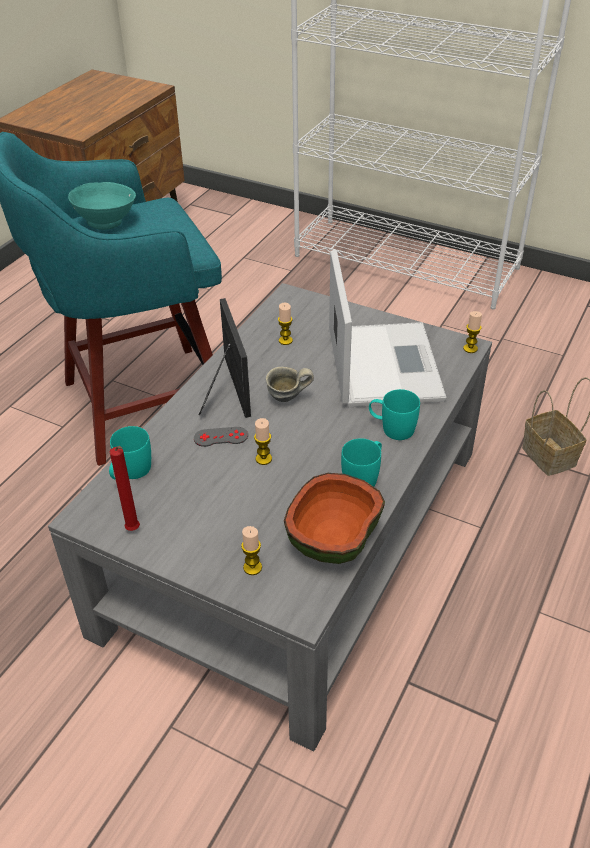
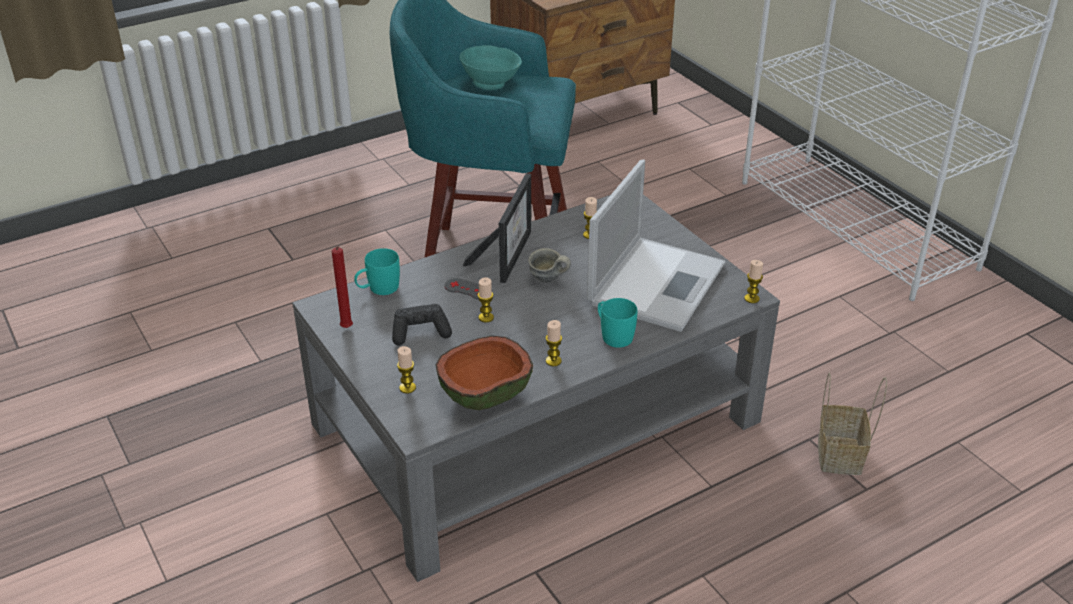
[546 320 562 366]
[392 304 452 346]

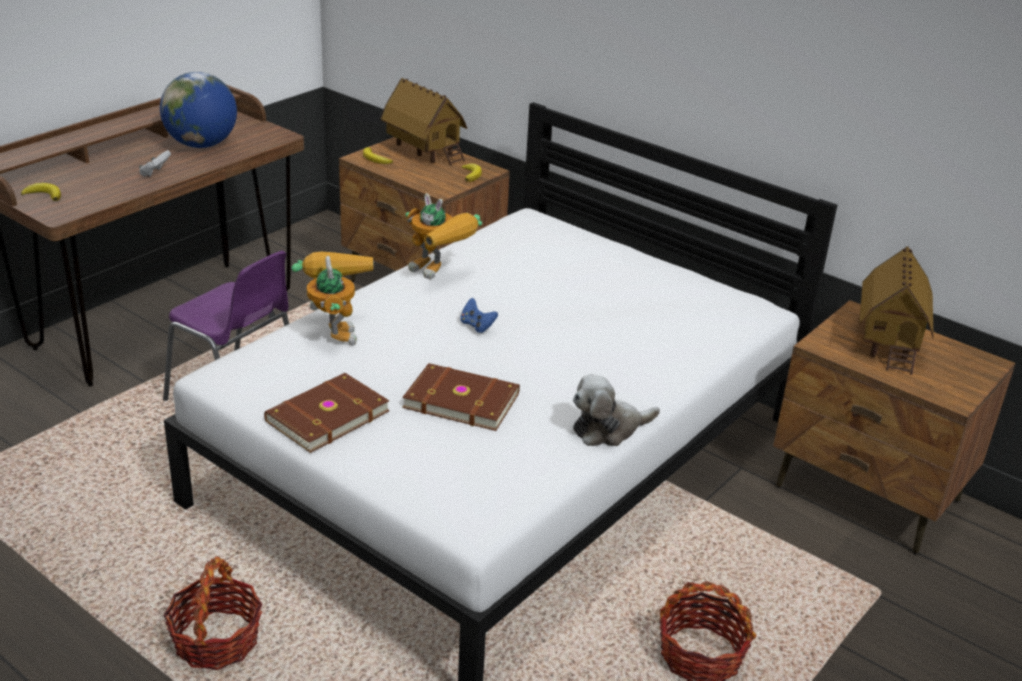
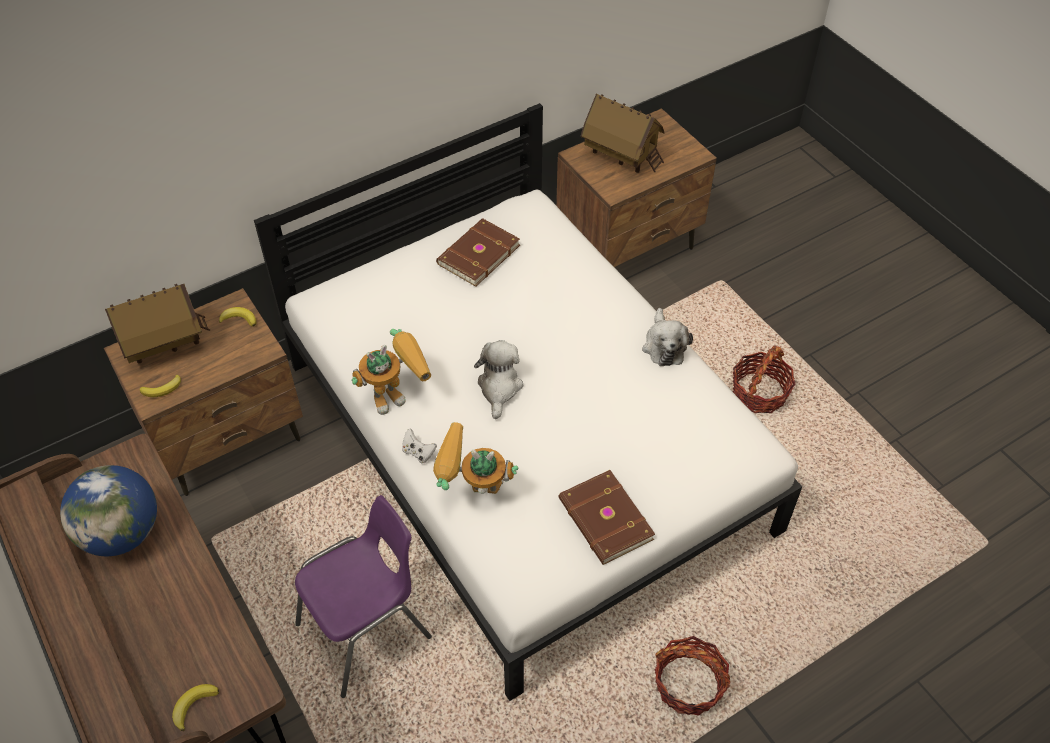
[402 428 437 463]
[436 218 520 287]
[474 340 523 419]

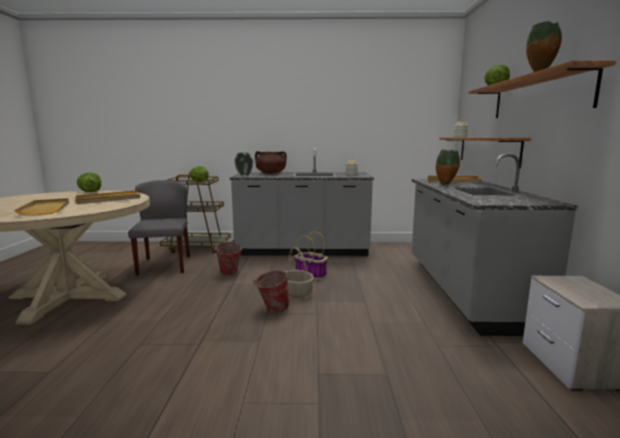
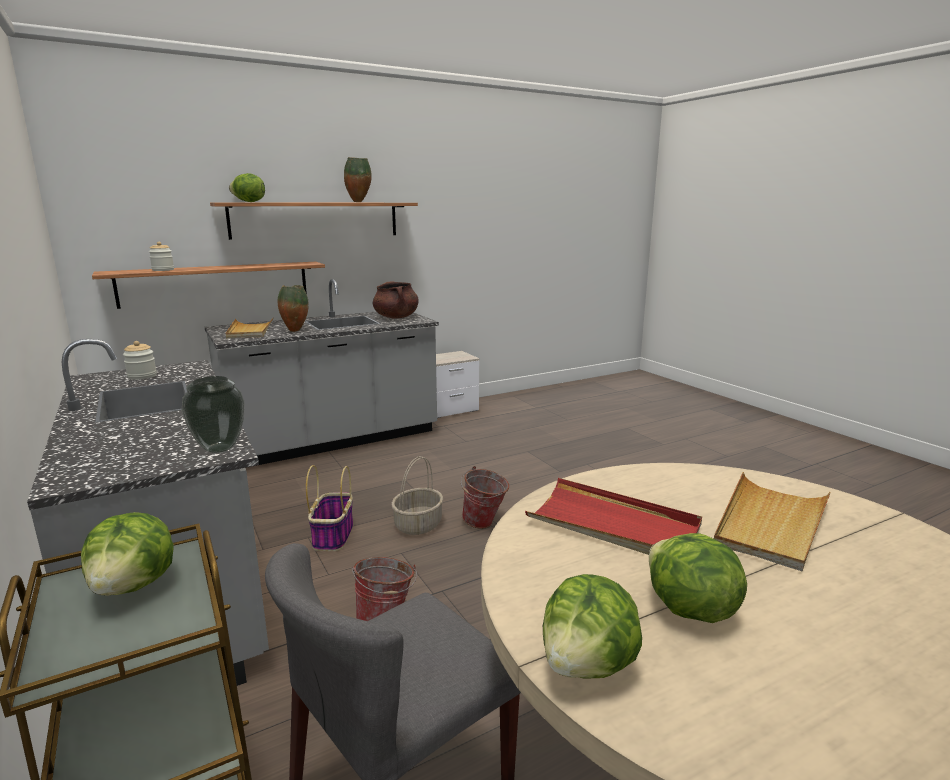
[525 478 702 555]
[373 281 419 319]
[649 533 747 623]

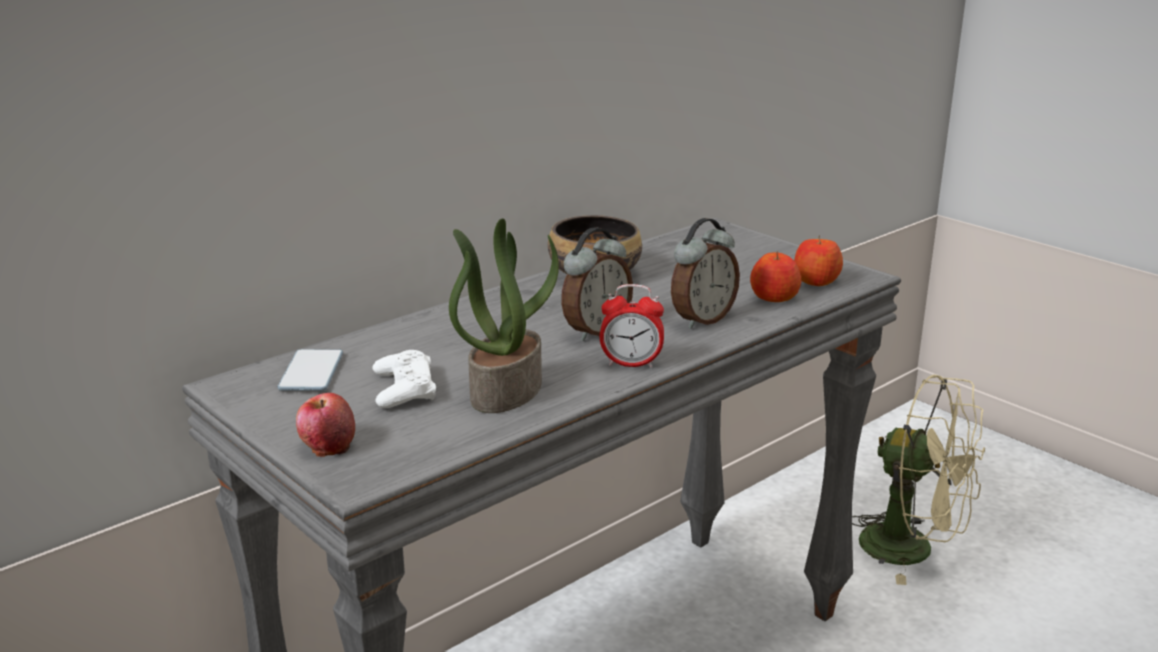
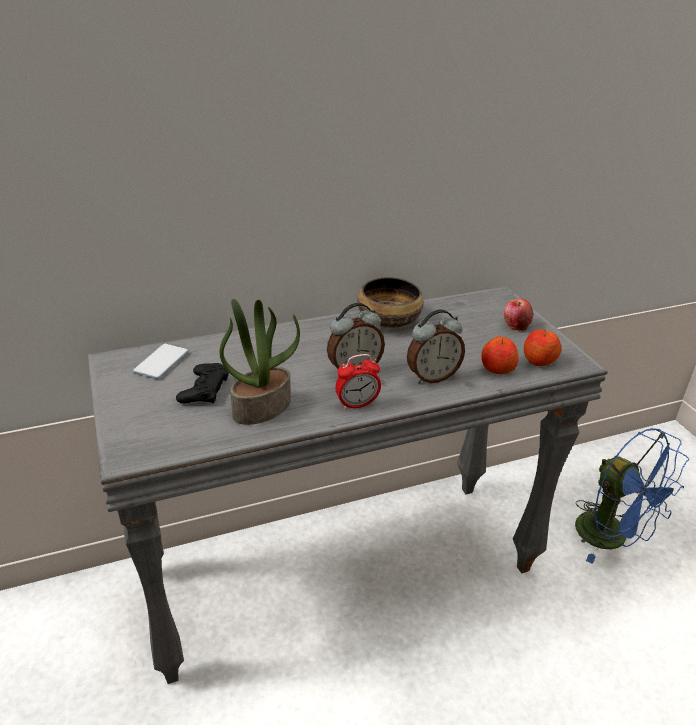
[504 299 533 331]
[176 363 229 404]
[335 354 381 410]
[575 428 689 564]

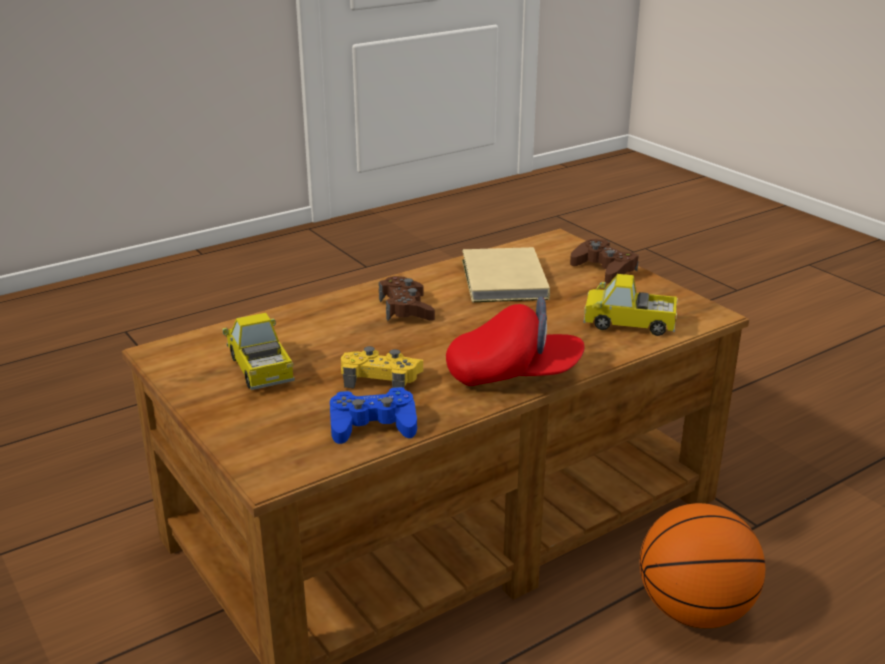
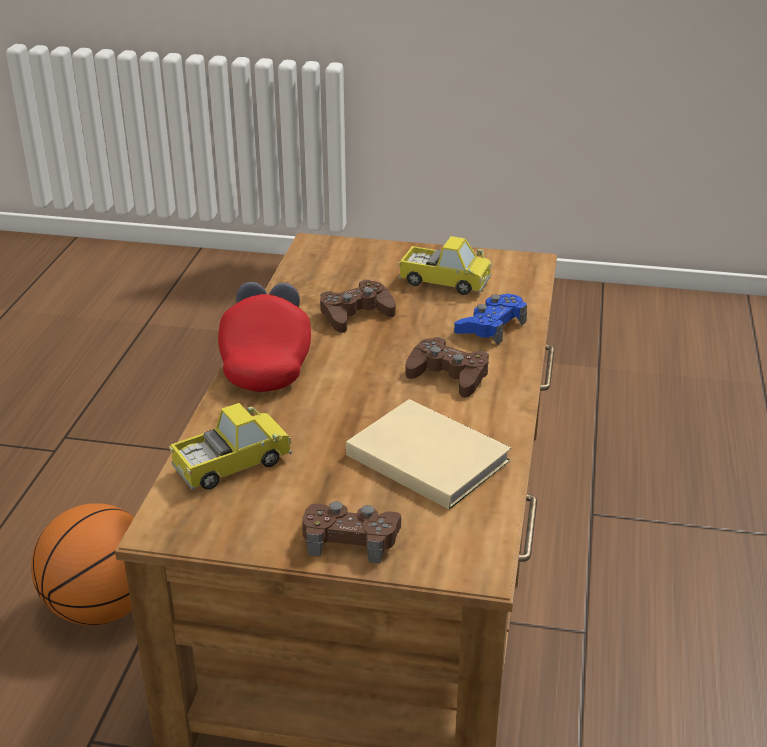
[454 293 527 345]
[320 280 396 333]
[218 282 311 392]

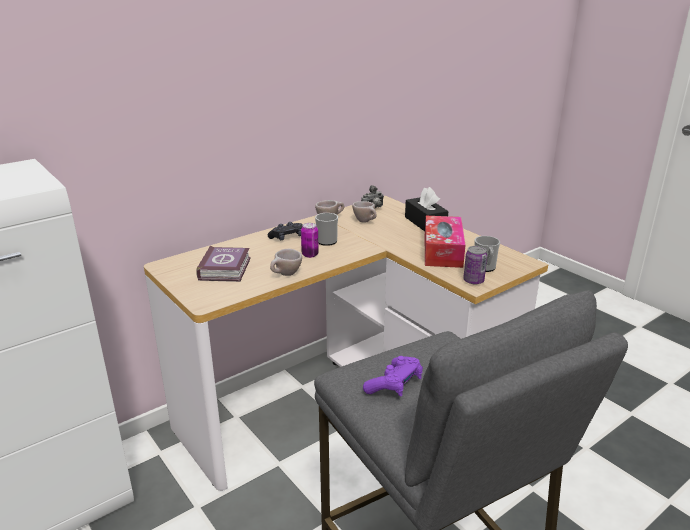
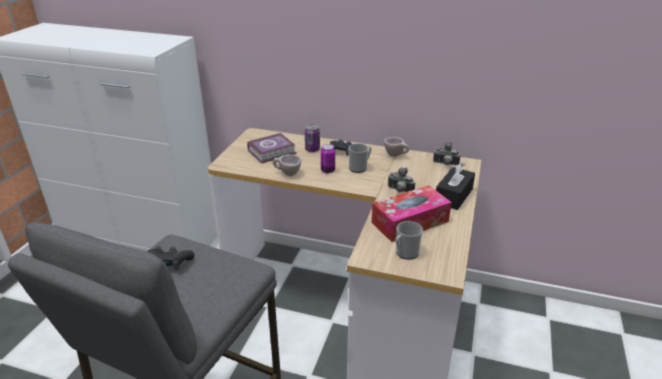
[352 201 377 223] (first image)
[147 246 195 271]
[305 124 320 152]
[388 168 415 192]

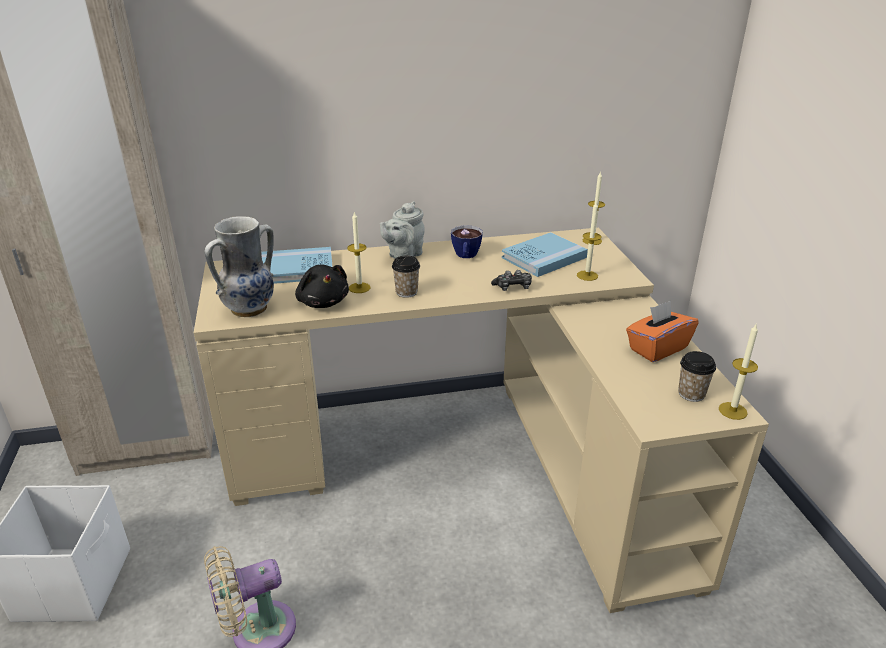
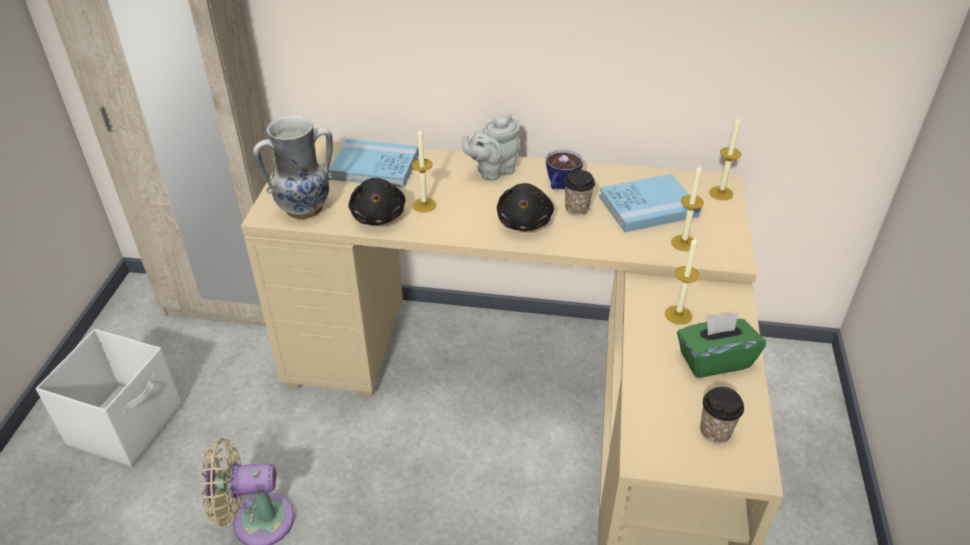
[564 170 595 216]
[491 270 532 291] (first image)
[677 312 766 378]
[665 236 700 325]
[497 183 554 231]

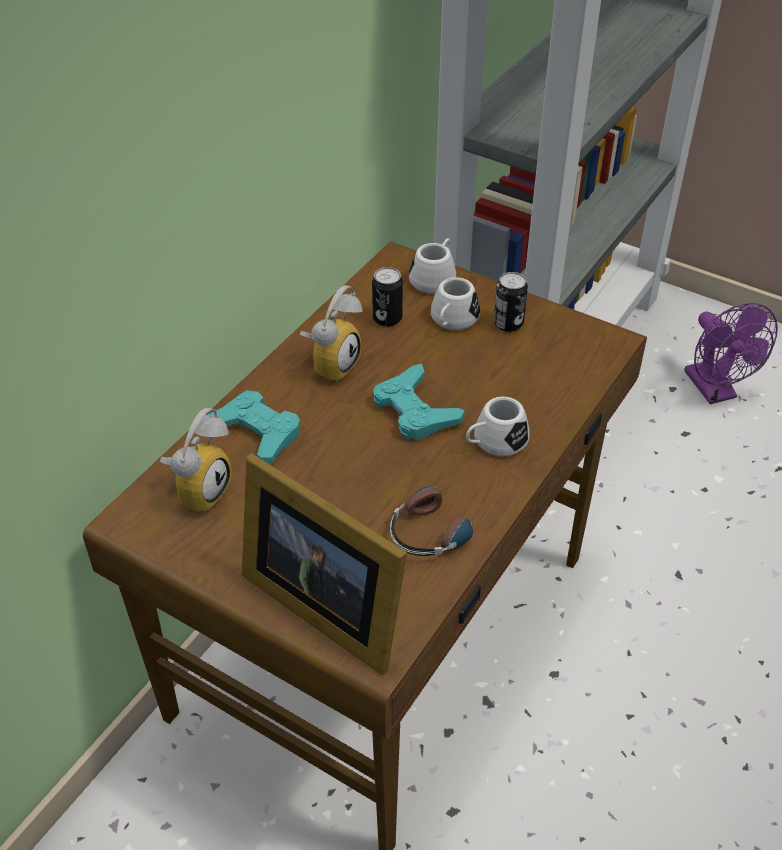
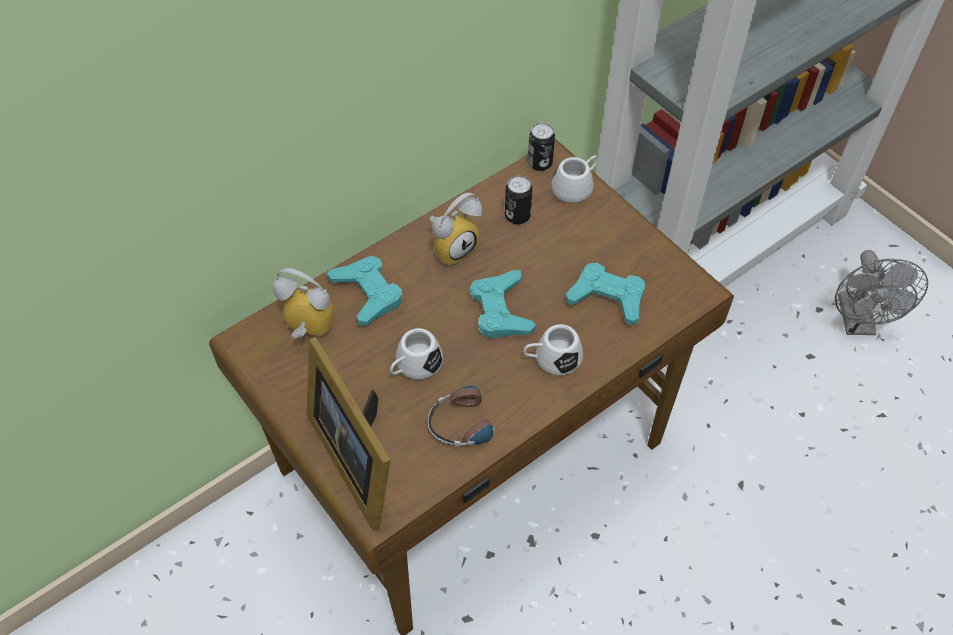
[273 268 334 339]
[390 328 443 379]
[528 123 555 171]
[835 250 928 335]
[565 263 645 326]

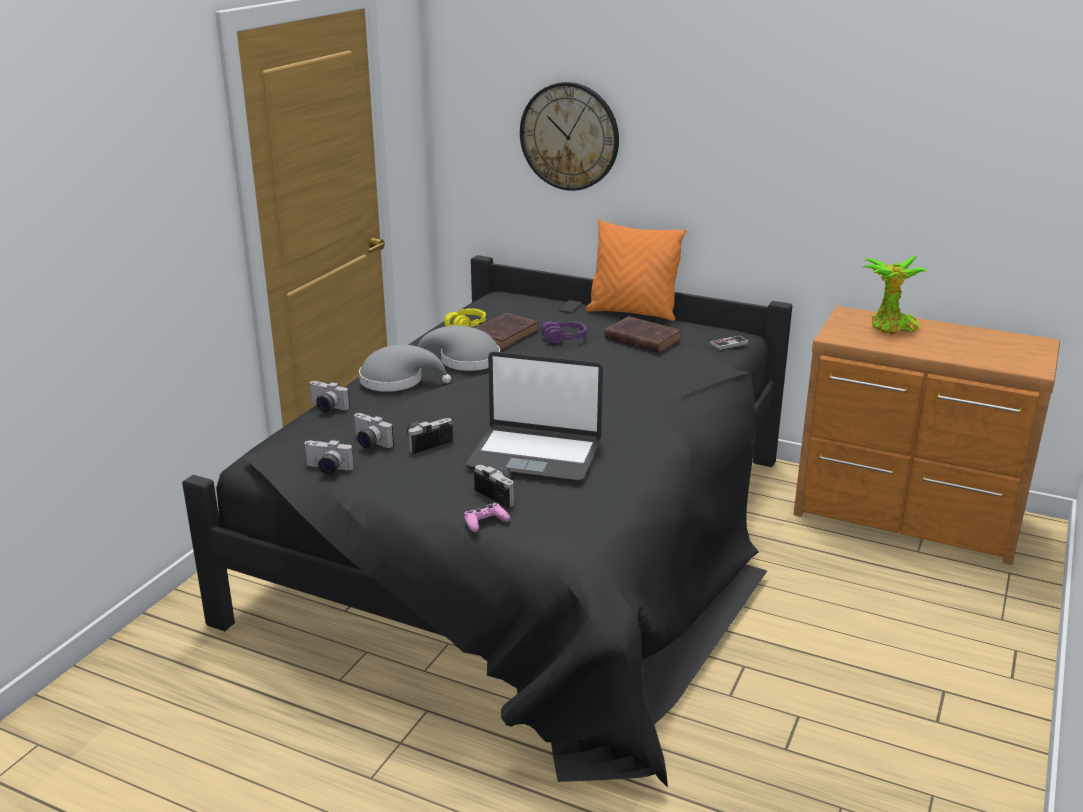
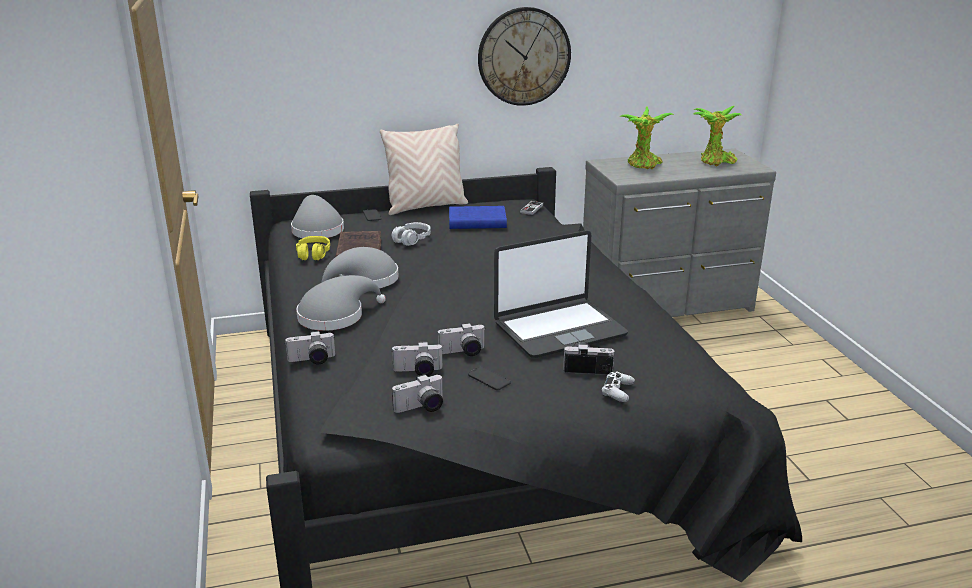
[438 323 485 356]
[601 371 635 402]
[478 7 571 106]
[392 222 431 246]
[380 124 468 215]
[449 206 507 229]
[583 148 776 317]
[291 195 344 238]
[468 366 511 390]
[693 106 742 167]

